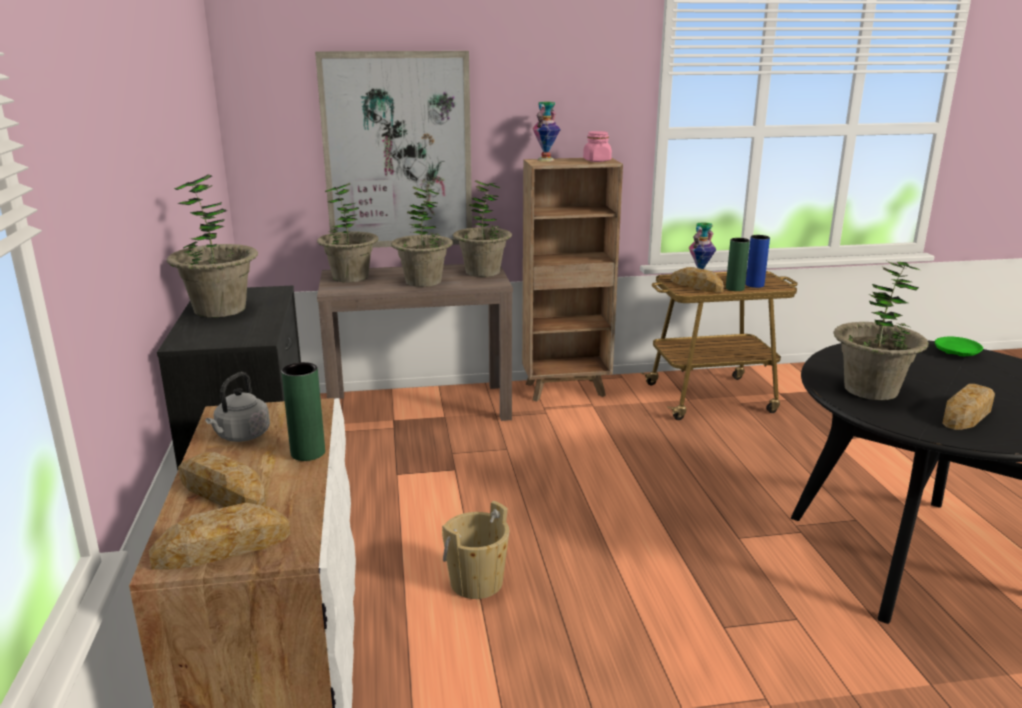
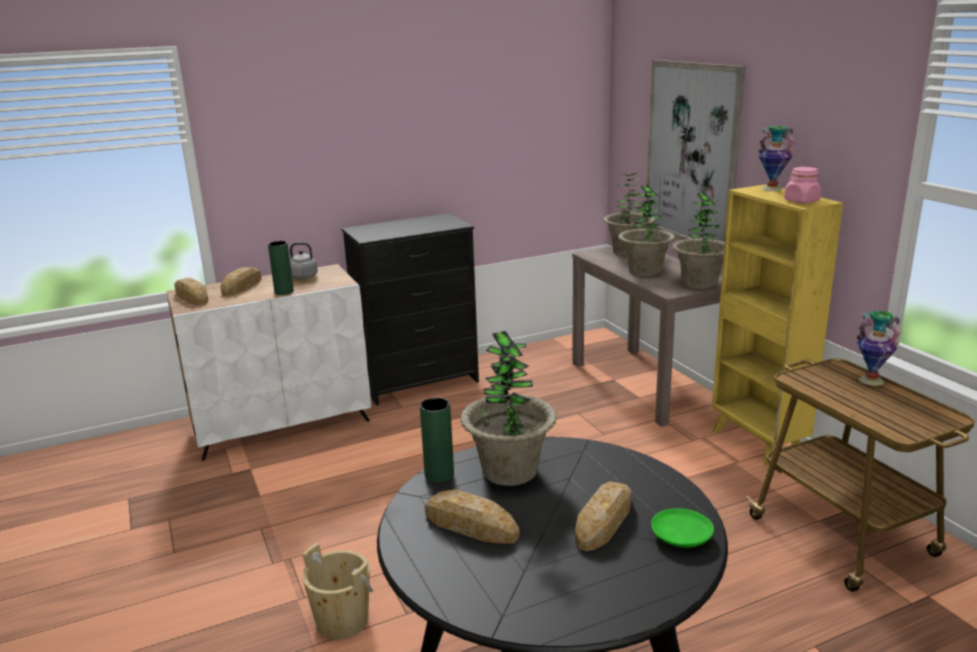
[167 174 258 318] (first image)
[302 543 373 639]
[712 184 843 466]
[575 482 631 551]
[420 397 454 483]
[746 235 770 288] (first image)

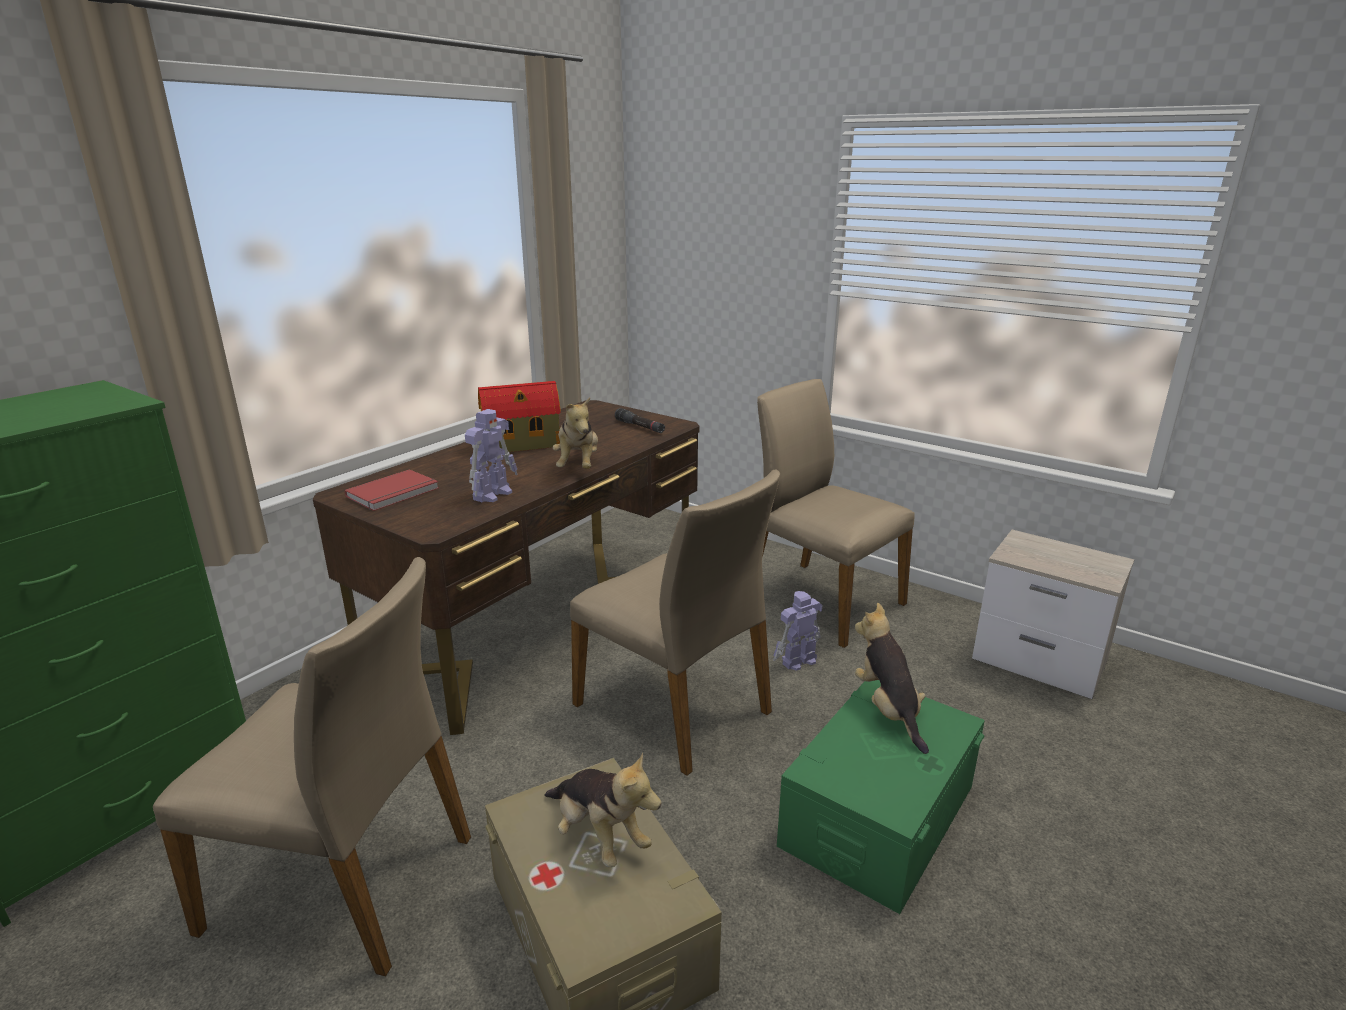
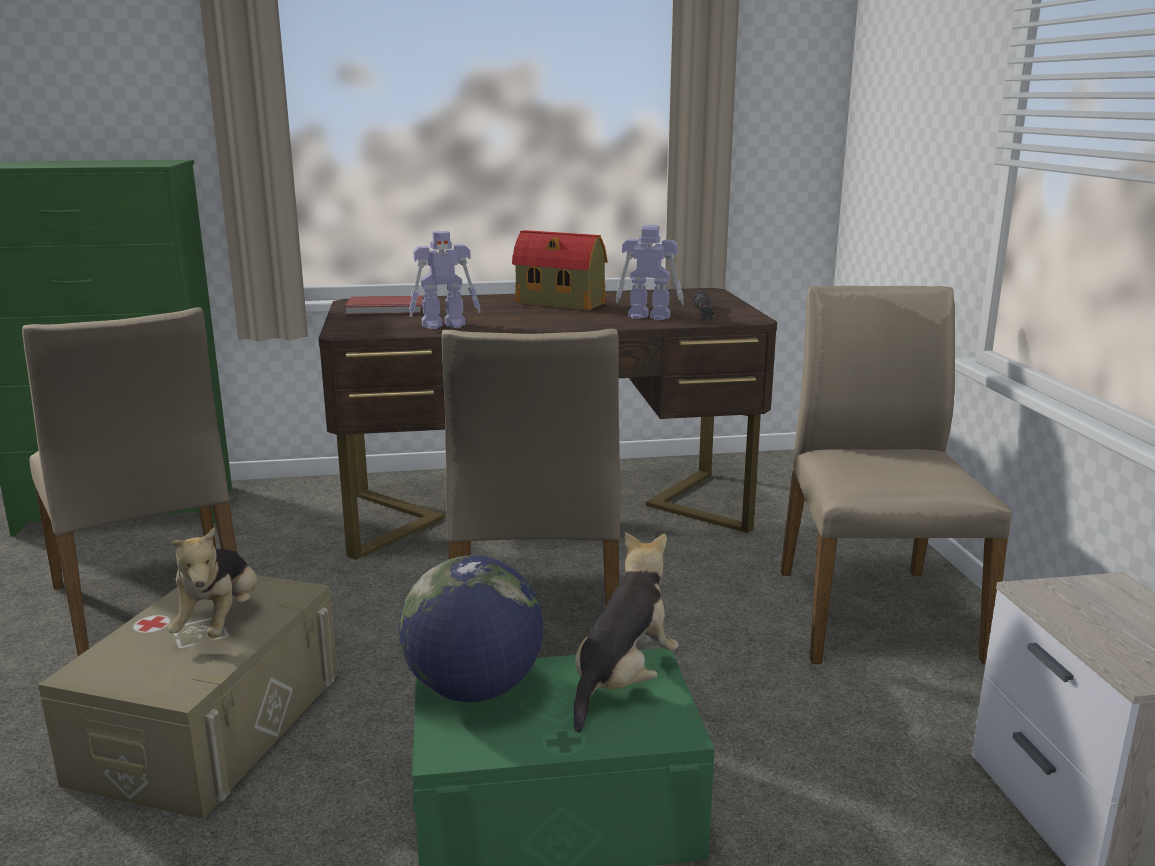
[553 397 598 469] (first image)
[615 225 684 320]
[399 555 543 702]

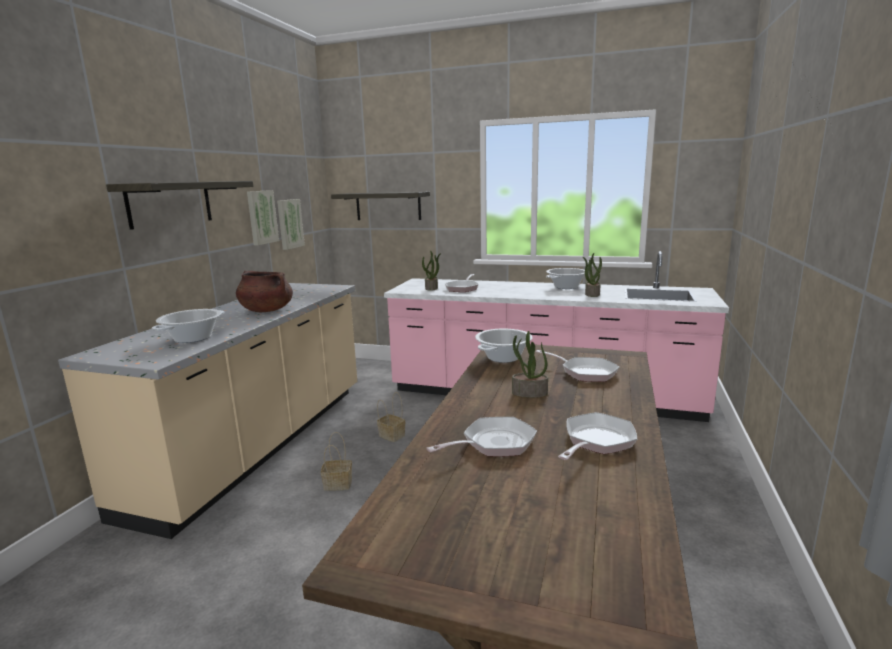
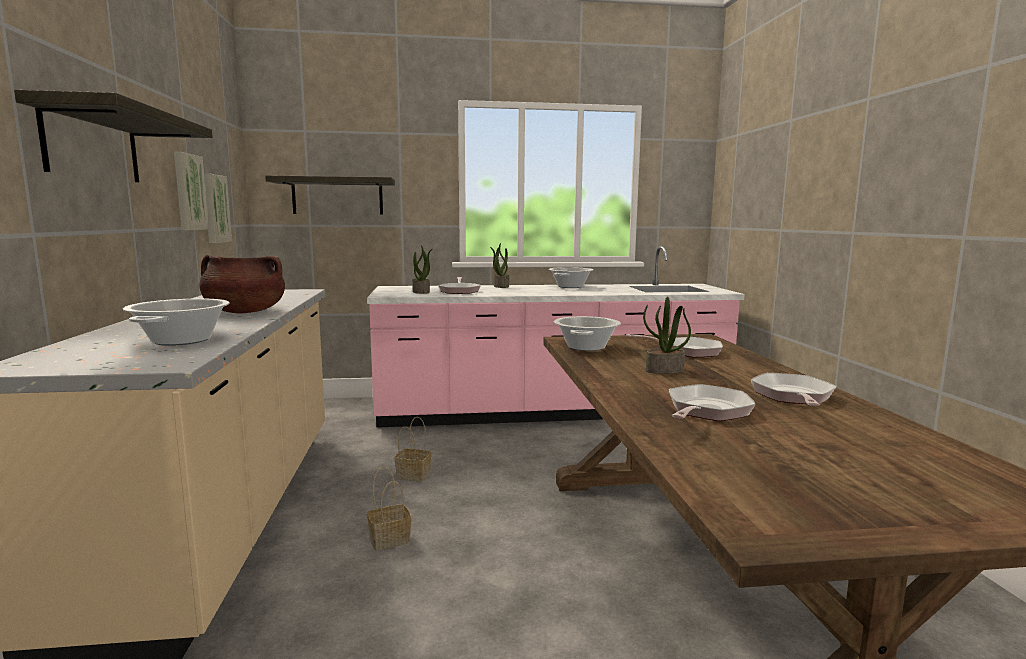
[490 243 509 288]

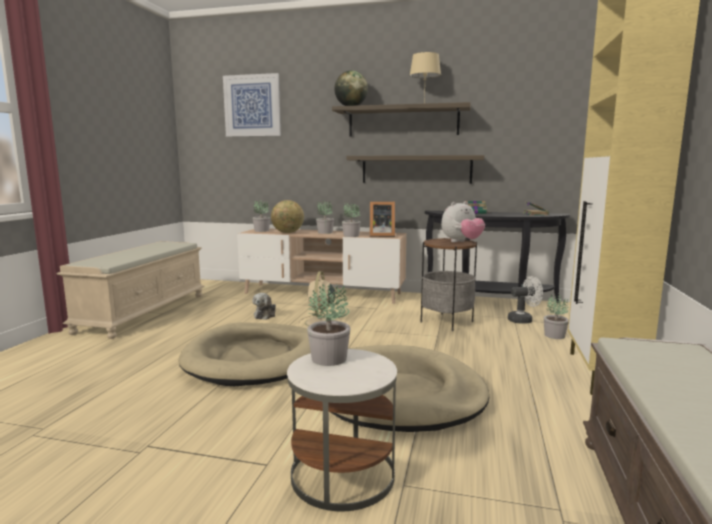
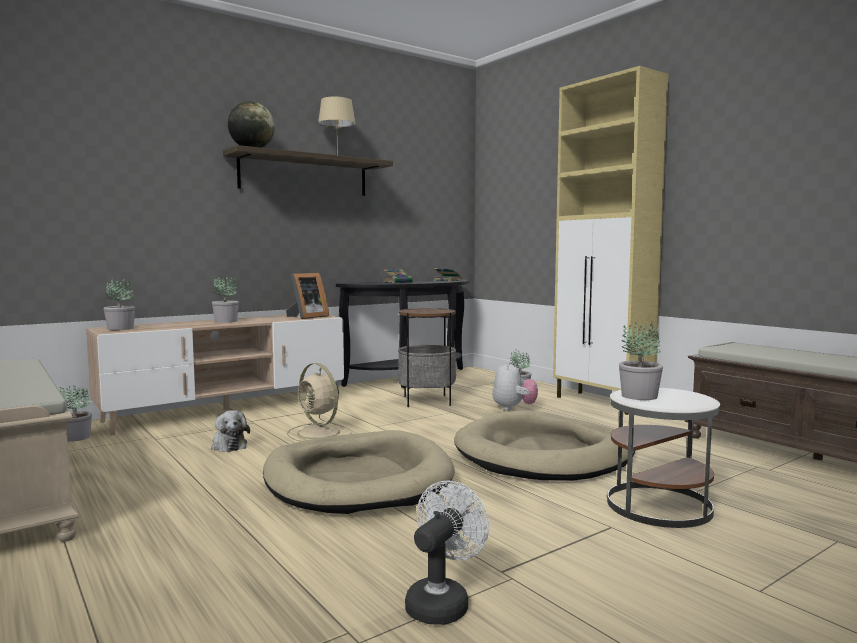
[223 73 281 137] (first image)
[271 200 304 233] (first image)
[60 386 92 442]
[347 155 484 184] (first image)
[492 361 538 410]
[405 480 489 625]

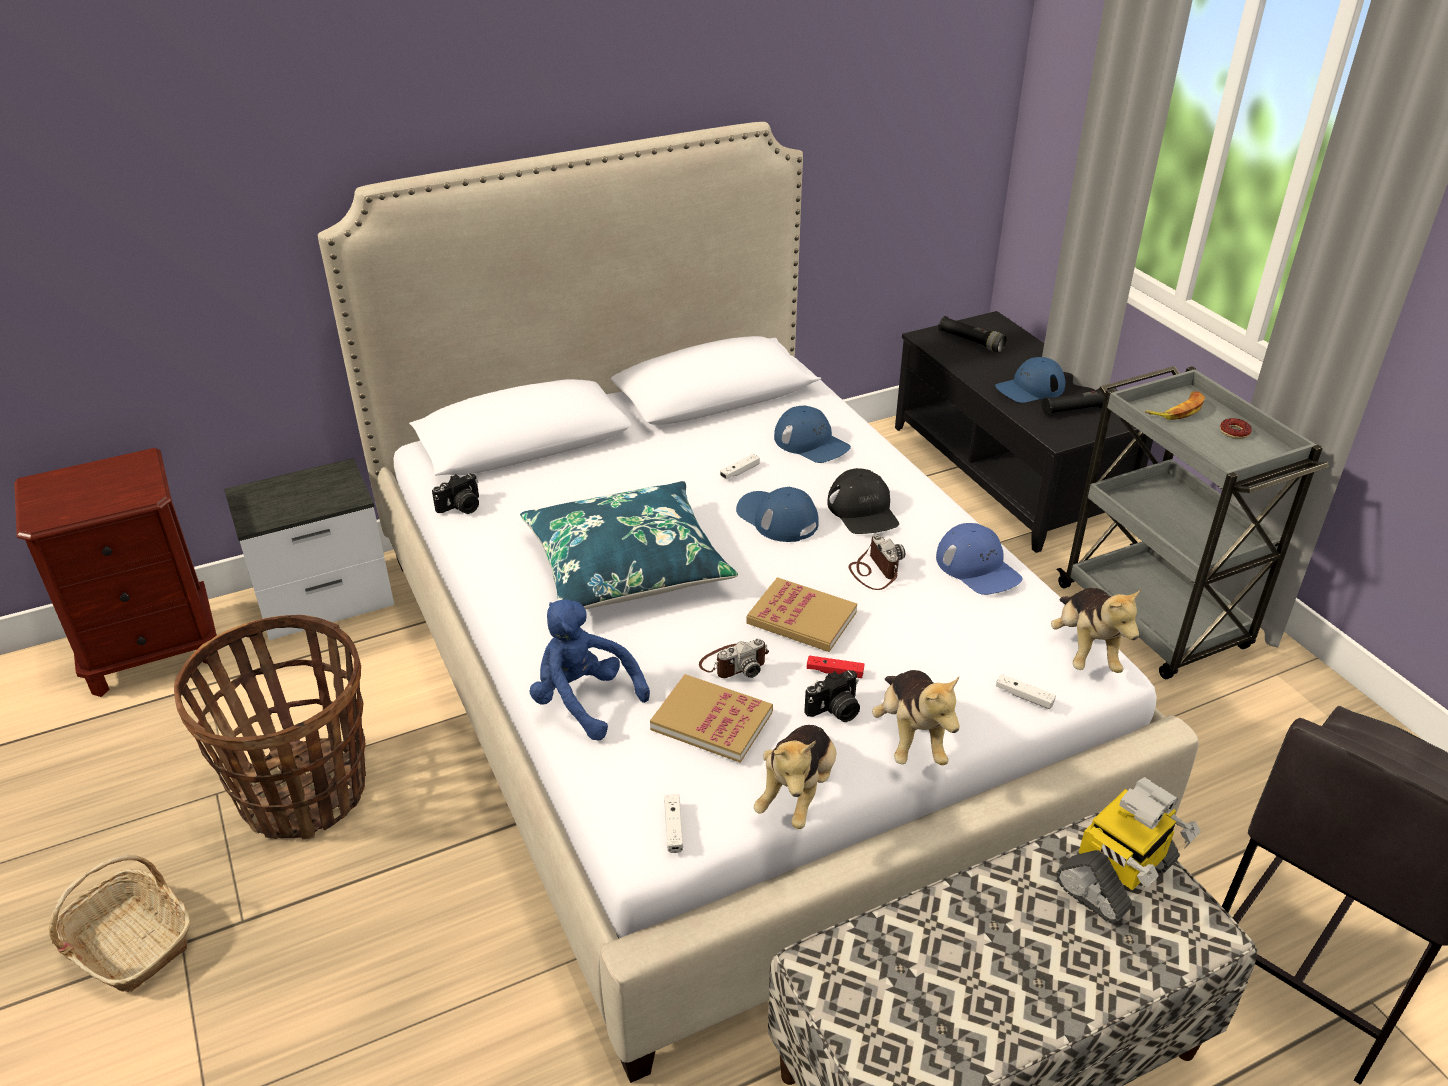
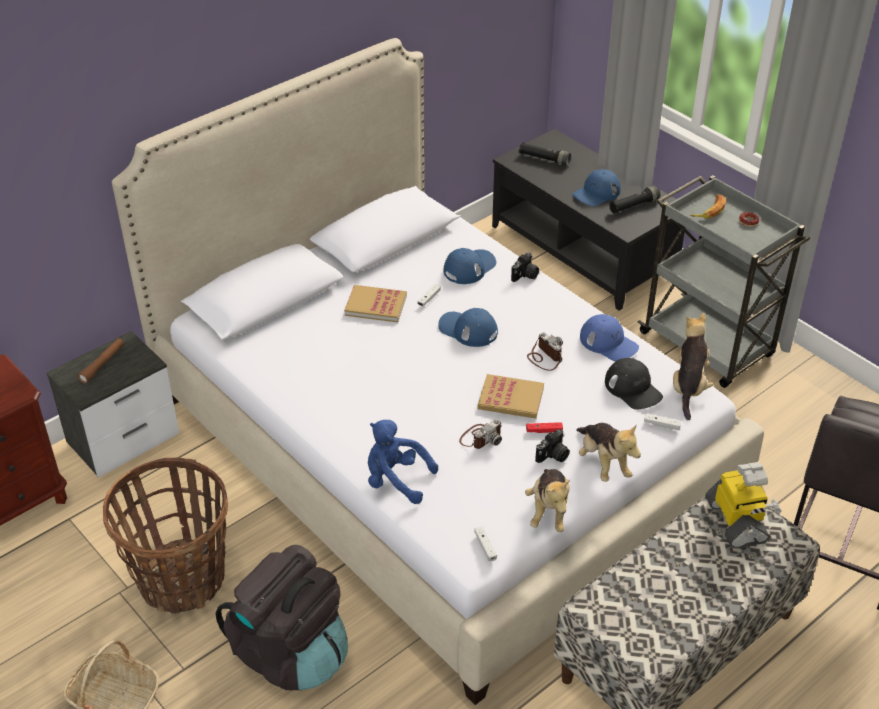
[511 252 539 282]
[520 481 738 610] (first image)
[344 285 407 322]
[444 248 496 284]
[605 358 663 410]
[673 313 714 420]
[705 462 782 548]
[78 338 124 383]
[216 545 348 690]

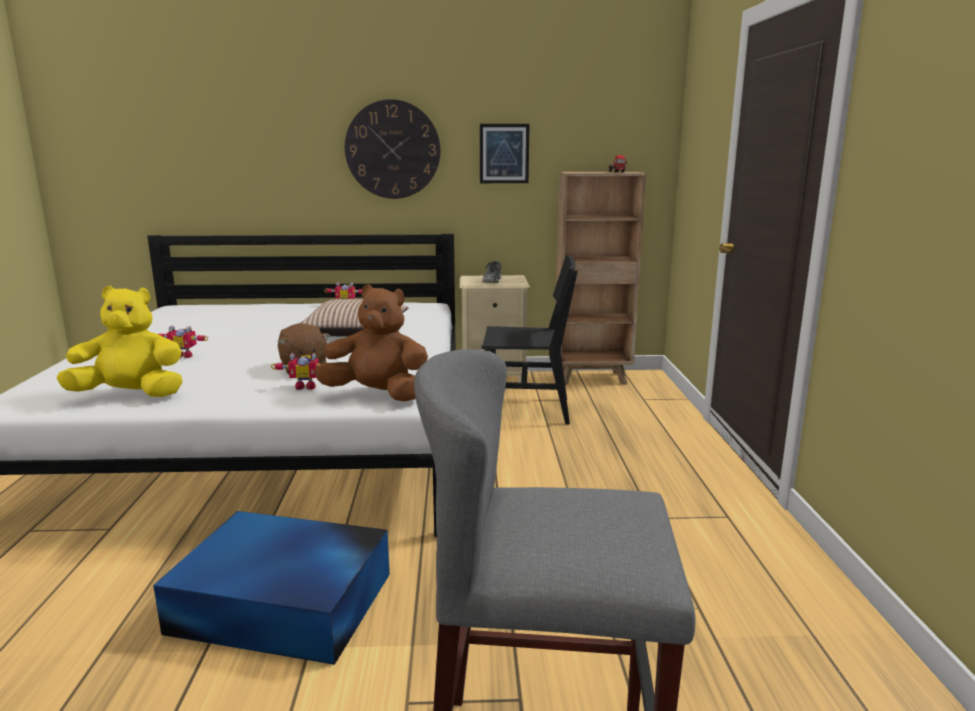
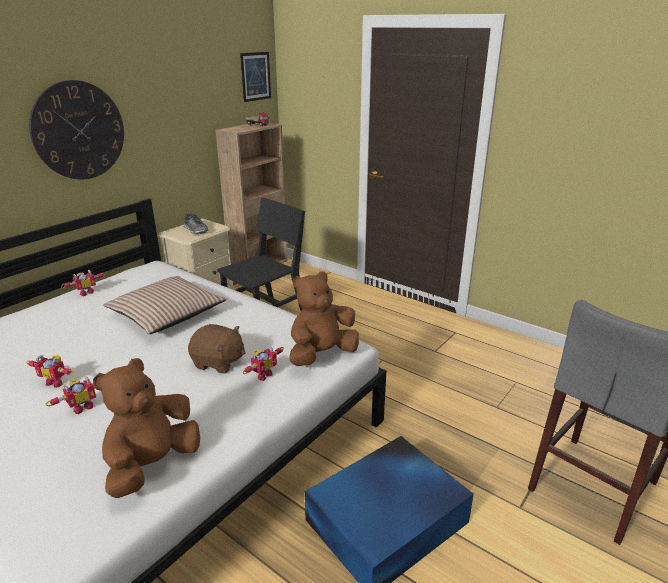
[93 358 200 498]
[240 52 271 102]
[27 355 74 388]

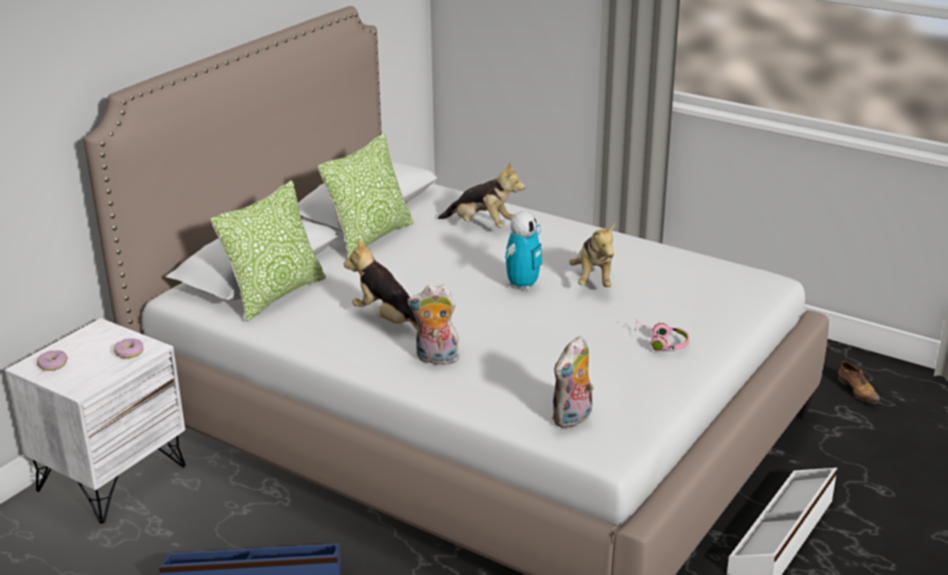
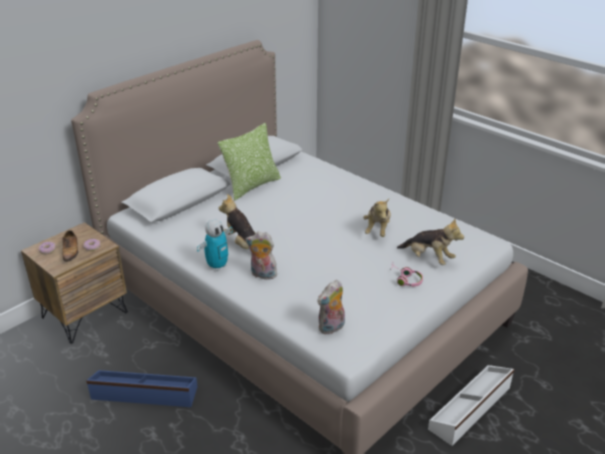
[21 222 128 344]
[210 180 326 322] (first image)
[397 219 464 265]
[197 219 233 271]
[62 230 78 262]

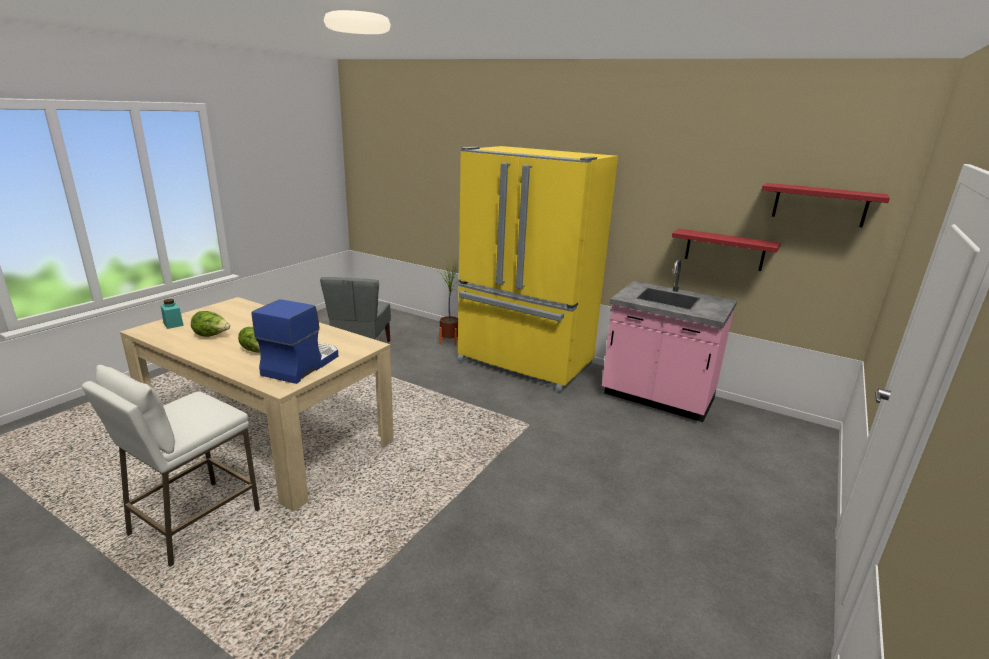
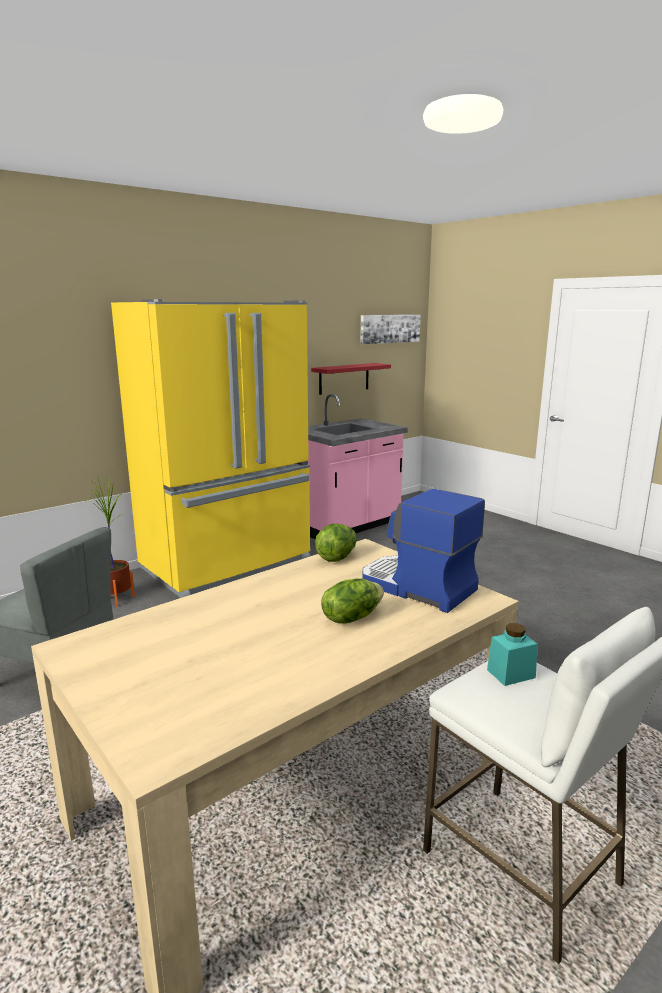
[487 623 538 686]
[315 524 357 562]
[360 315 421 344]

